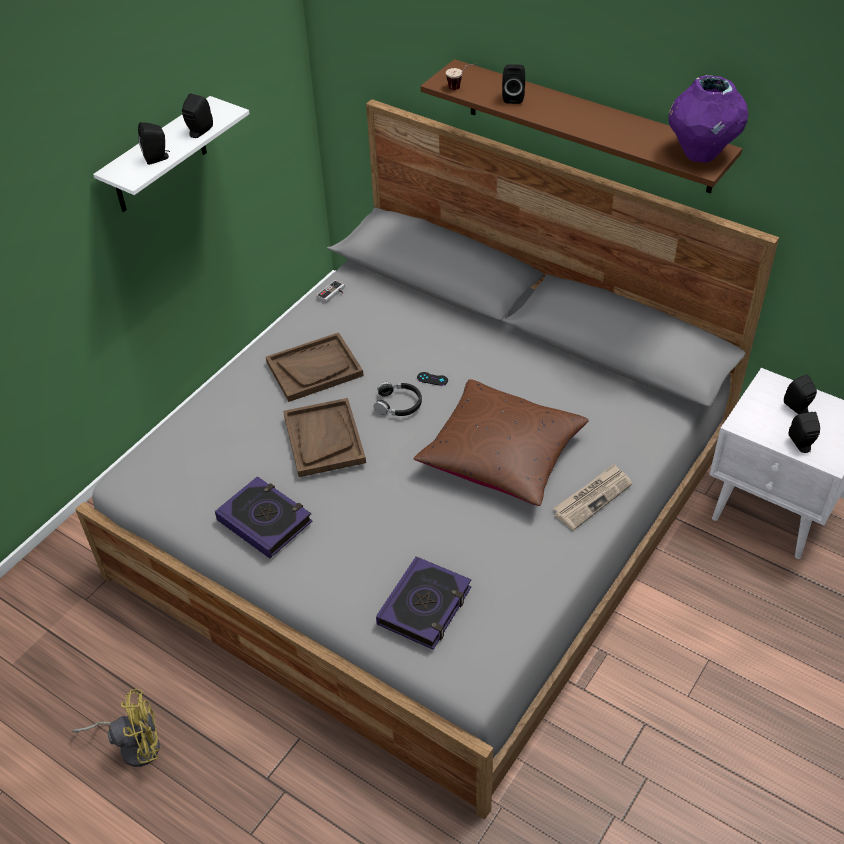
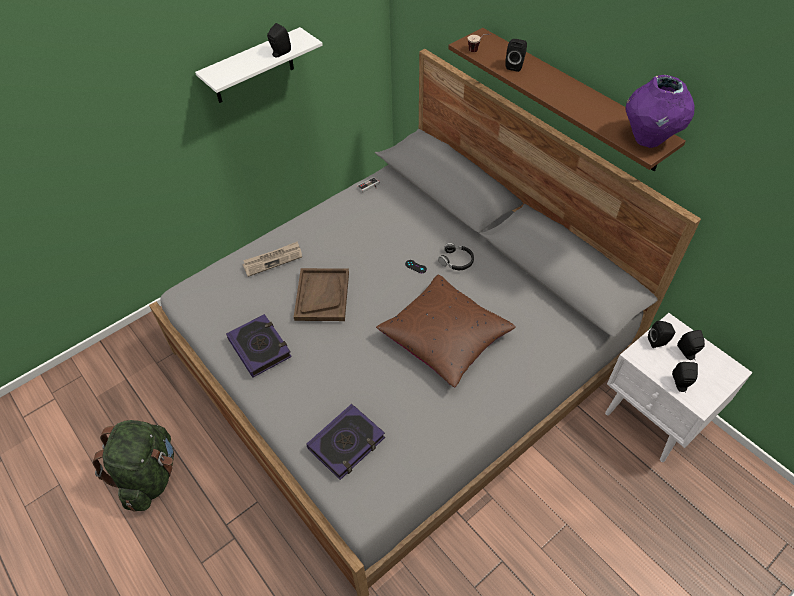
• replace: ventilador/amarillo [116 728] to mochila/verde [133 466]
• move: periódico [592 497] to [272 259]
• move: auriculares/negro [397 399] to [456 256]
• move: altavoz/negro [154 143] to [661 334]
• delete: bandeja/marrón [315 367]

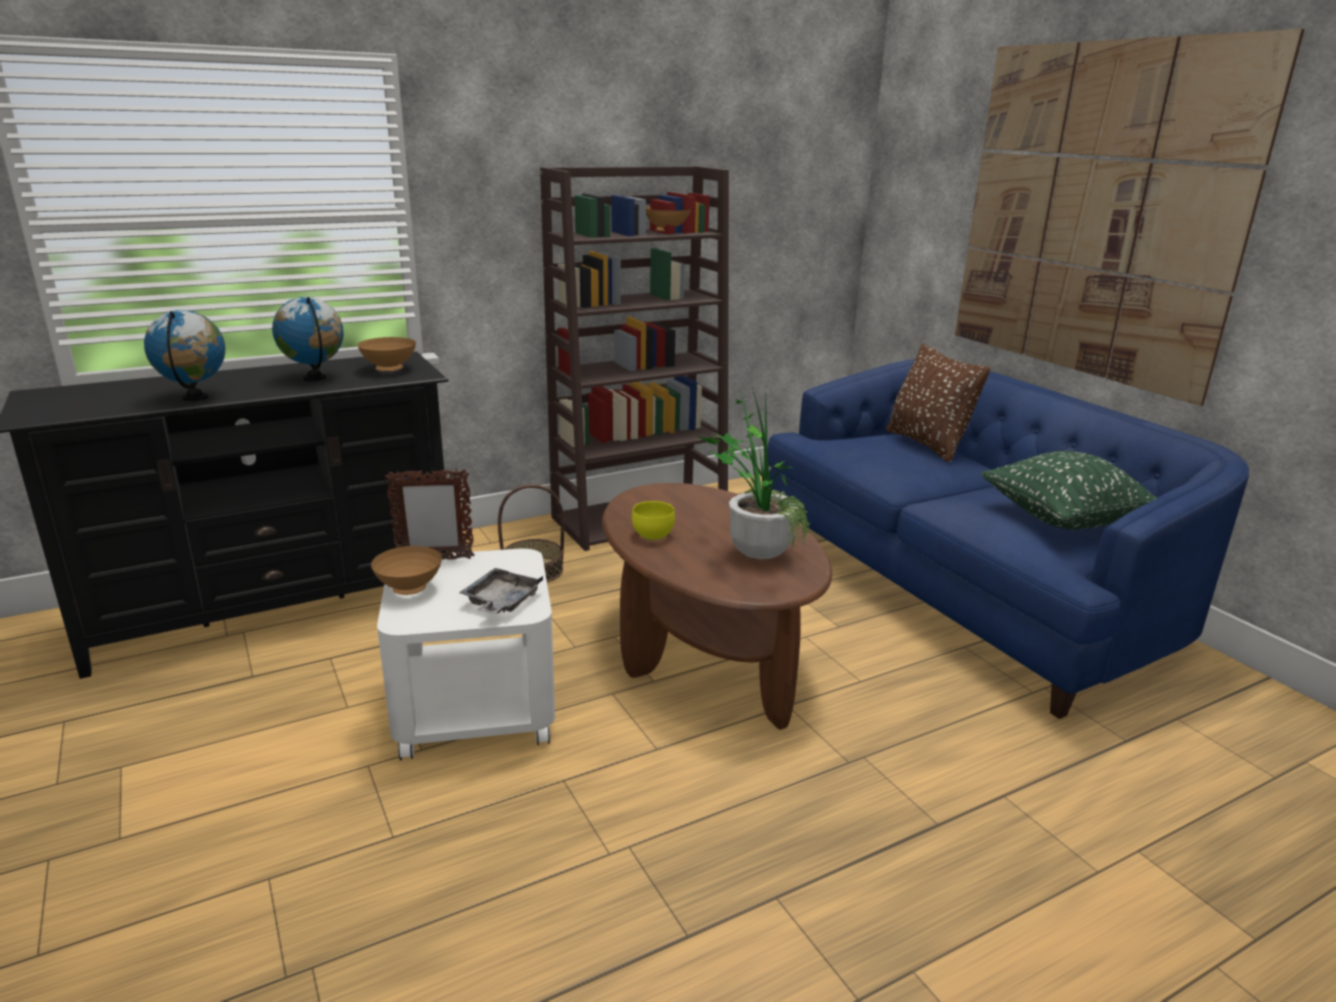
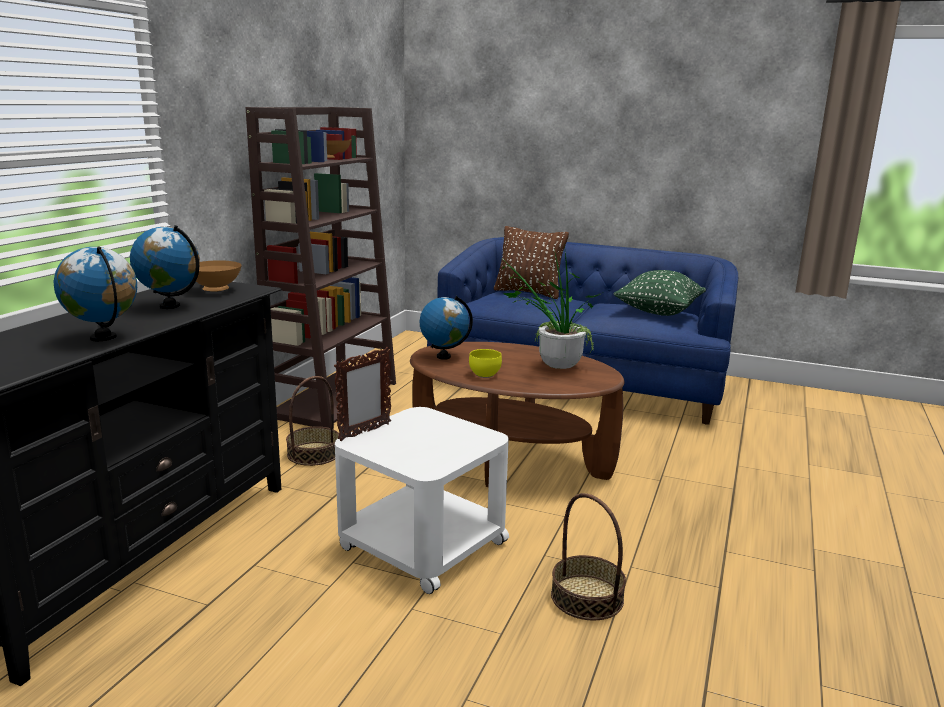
• insert: globo terráqueo [446 328]
• insert: cesta [588 557]
• delete: cuenco/marrón [406 570]
• delete: bandeja/gris [501 591]
• delete: cuadro [1130 217]

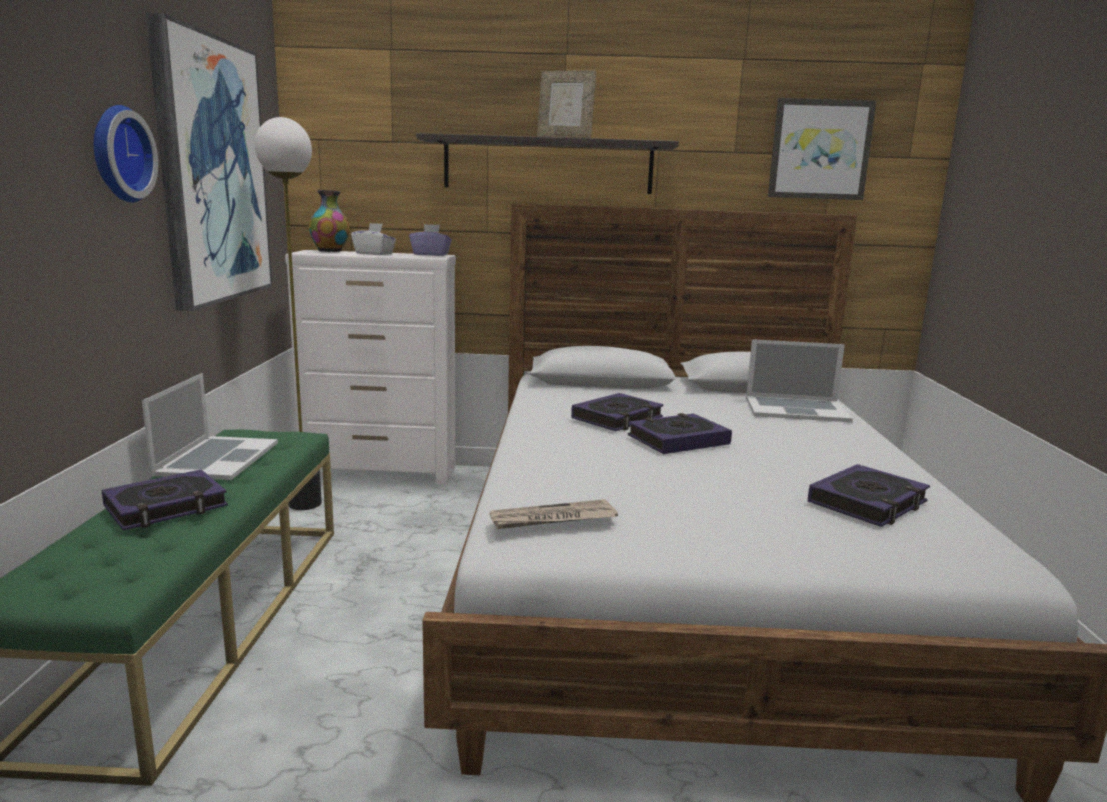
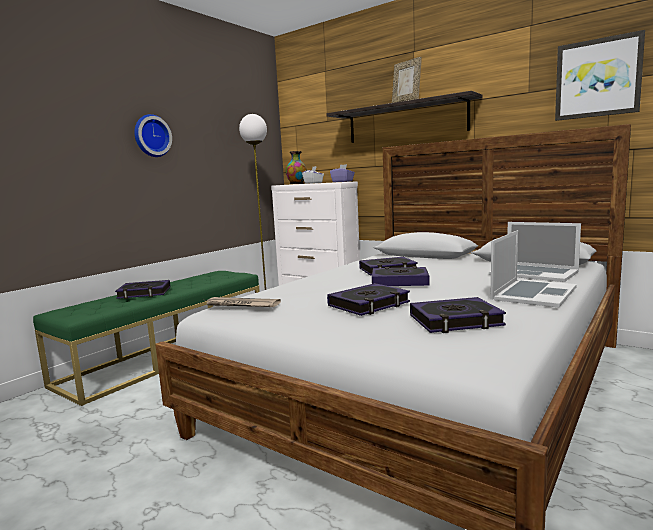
• insert: libro [368 299]
• move: portátil [210 426] to [533 269]
• delete: cuadro [209 162]

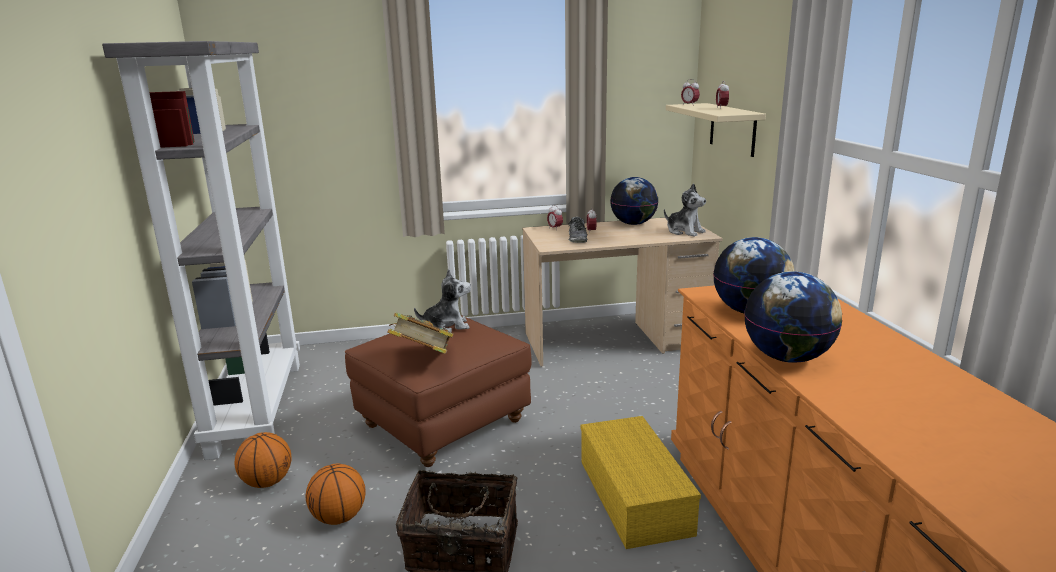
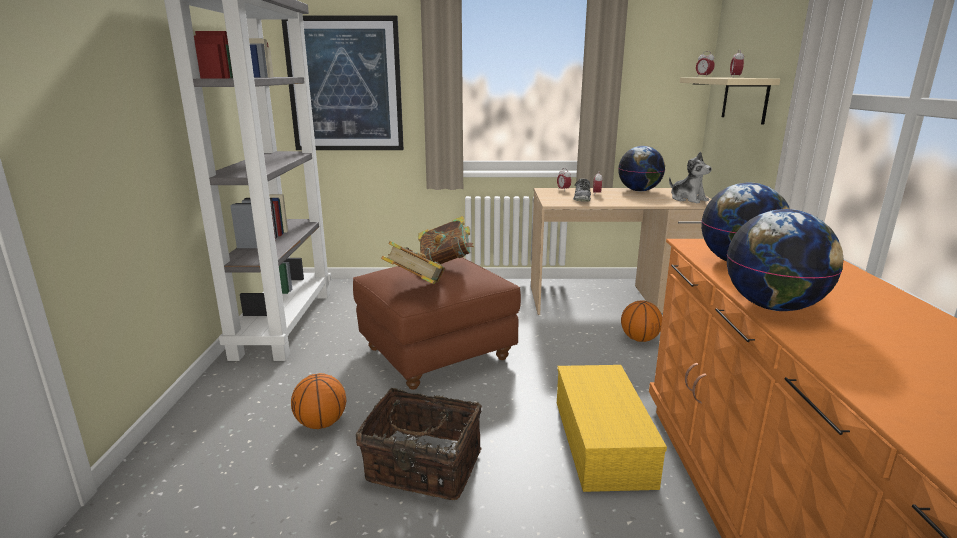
• insert: cuadro [343 83]
• replace: peluche [442 300] to libro [446 240]
• move: balón de baloncesto [263 460] to [641 321]

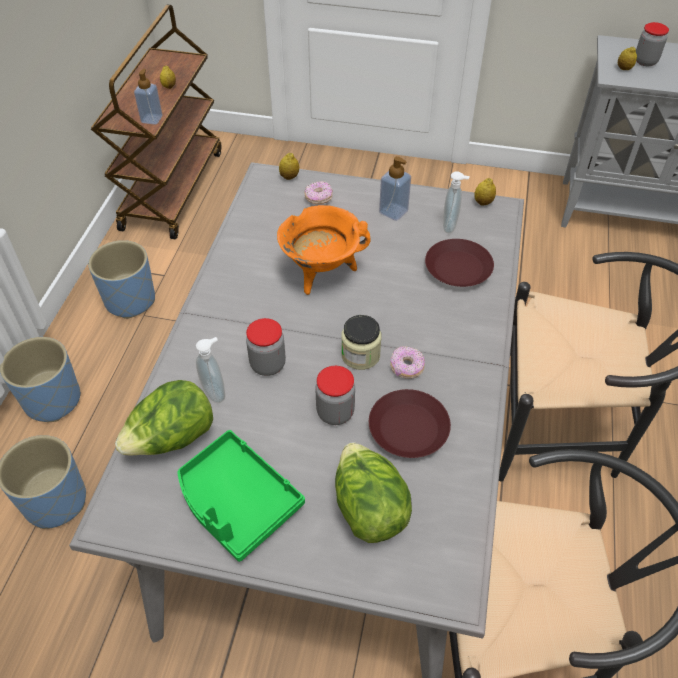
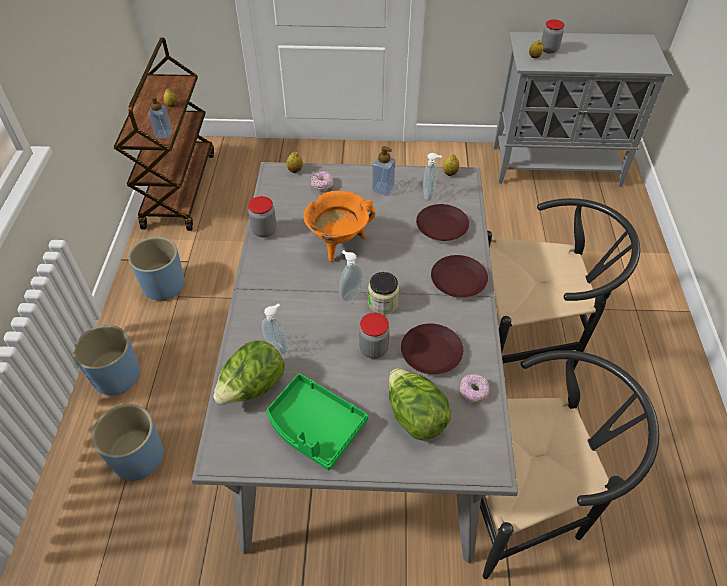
• move: tarro [266 347] to [262 217]
• insert: dispensador de jabón [351 275]
• insert: plato/marrón [459 276]
• move: rosquilla [407 362] to [474 388]

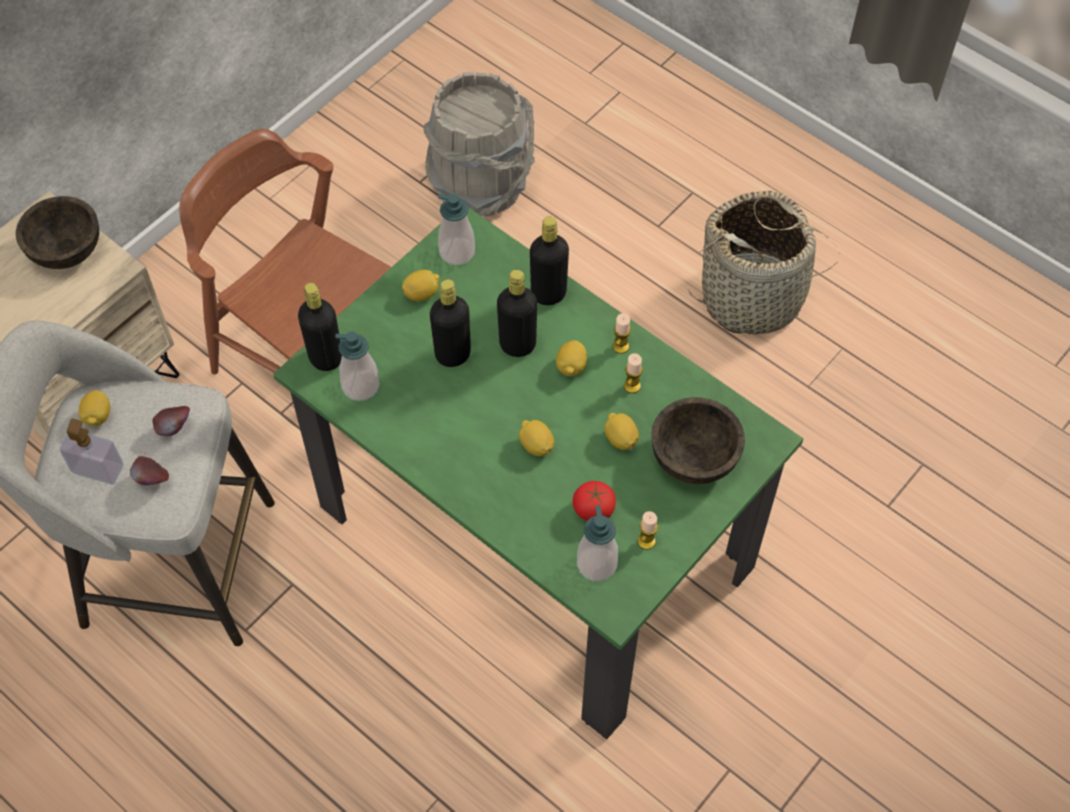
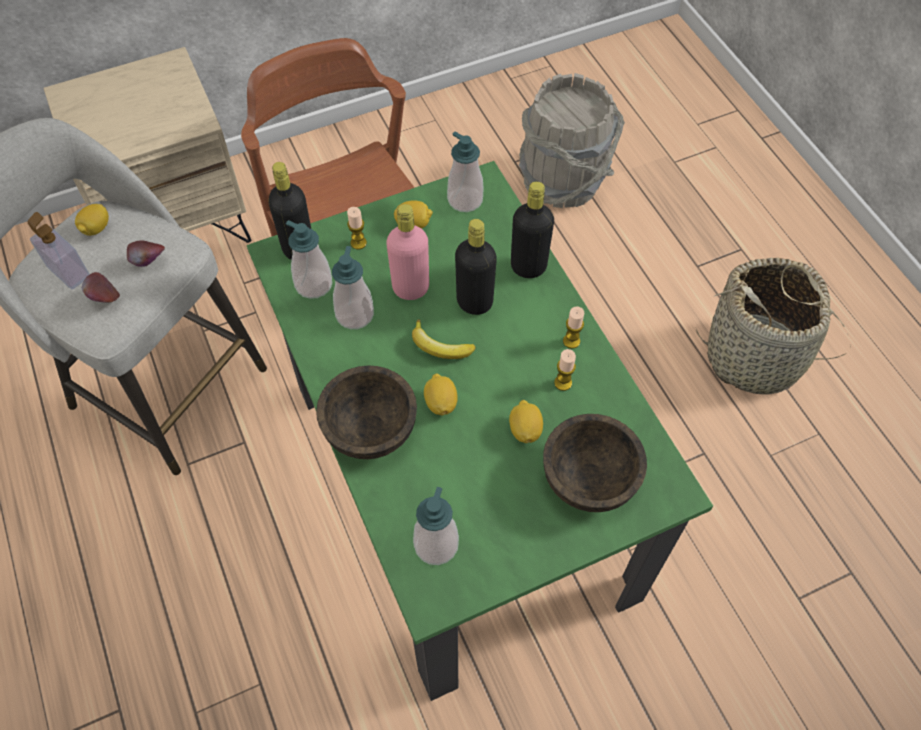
• move: cuenco/marrón [57 232] to [366 412]
• insert: dispensador de jabón [353 287]
• move: vela [648 530] to [357 228]
• recolor: botella/negro [450 323] to botella/rosa [407 252]
• insert: plátano [444 339]
• delete: limón [571 358]
• delete: tomate [594 501]

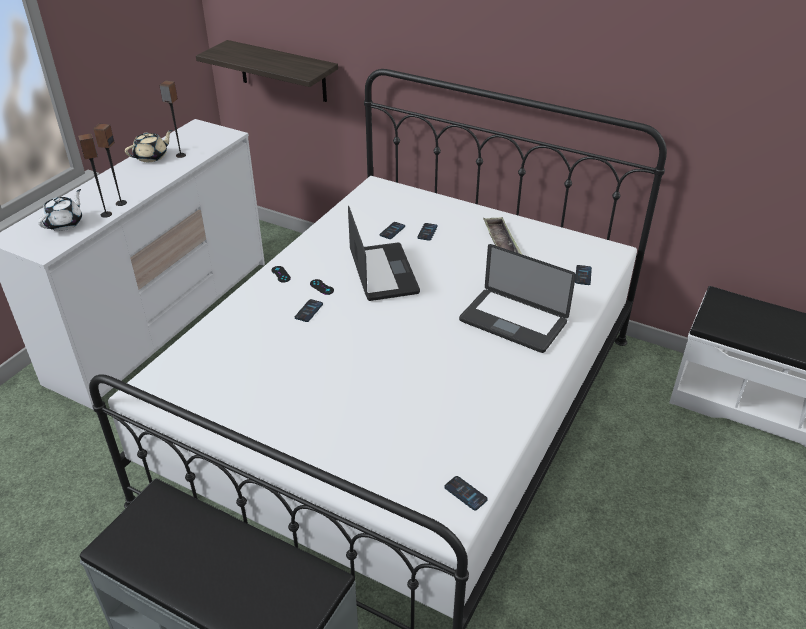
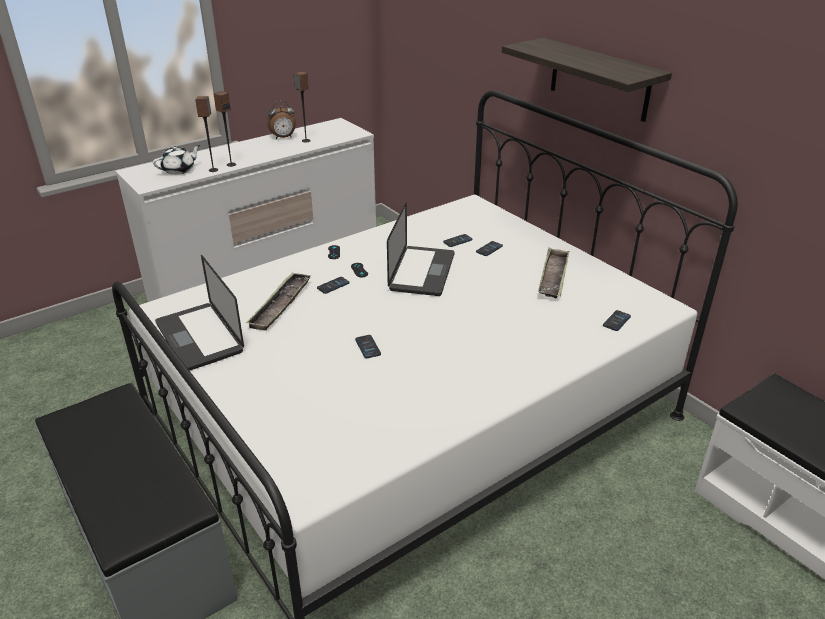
• move: portátil [517 298] to [199 313]
• insert: bandeja [279 301]
• replace: tetera/beis [149 146] to despertador [281 119]
• move: móvil [466 493] to [368 346]
• move: estante [267 71] to [587 80]

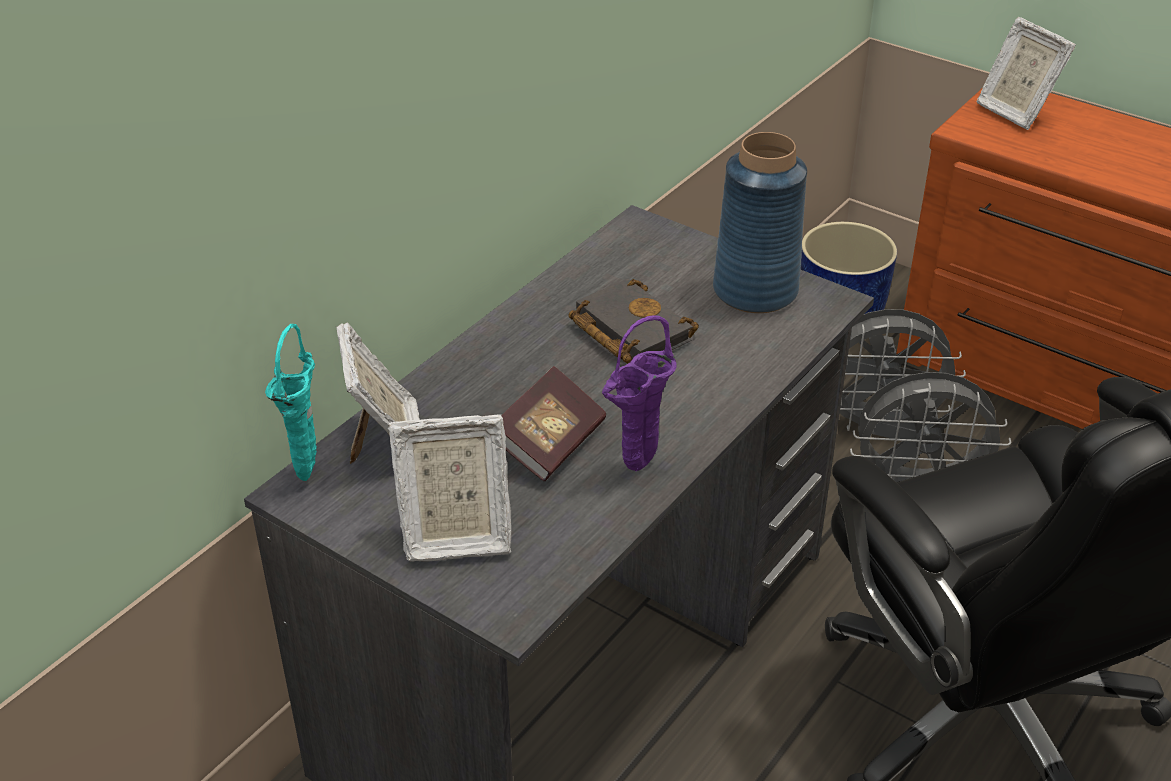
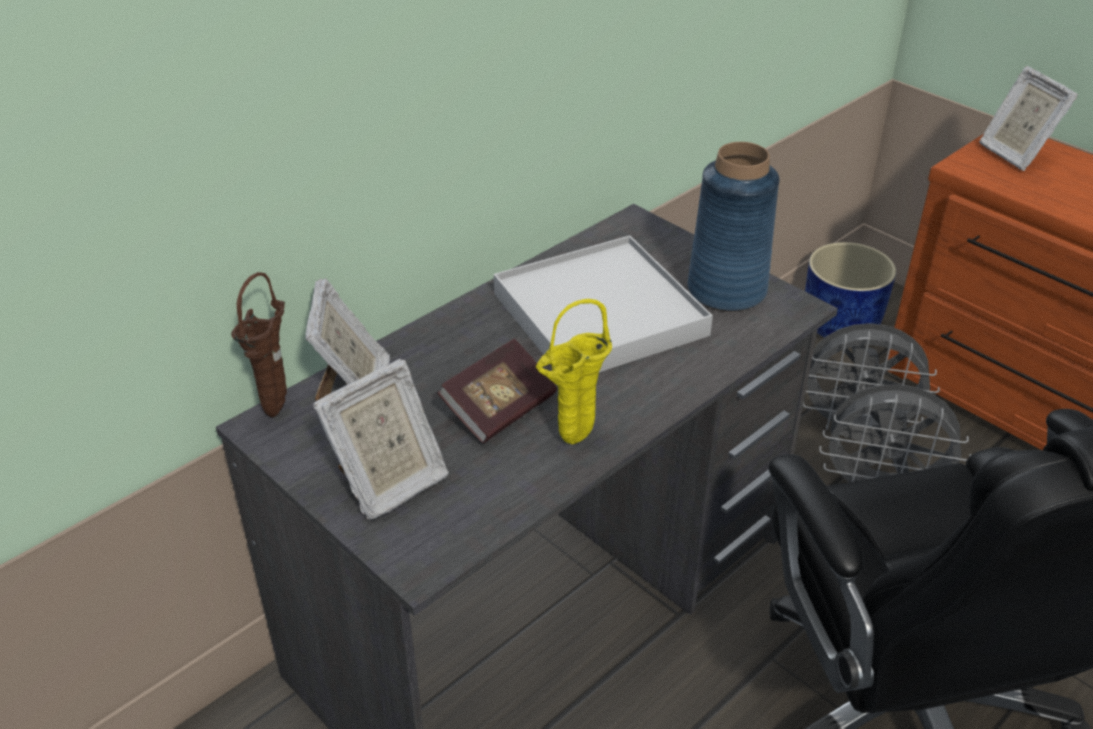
• recolor: florero/turquesa [291 402] to florero/marrón [259 344]
• rotate: portarretratos [449 488] = [381 439] 45 degrees counterclockwise
• replace: libro/negro [633 321] to bandeja/blanco [603 303]
• recolor: florero/morado [639 393] to florero/amarillo [574 372]

